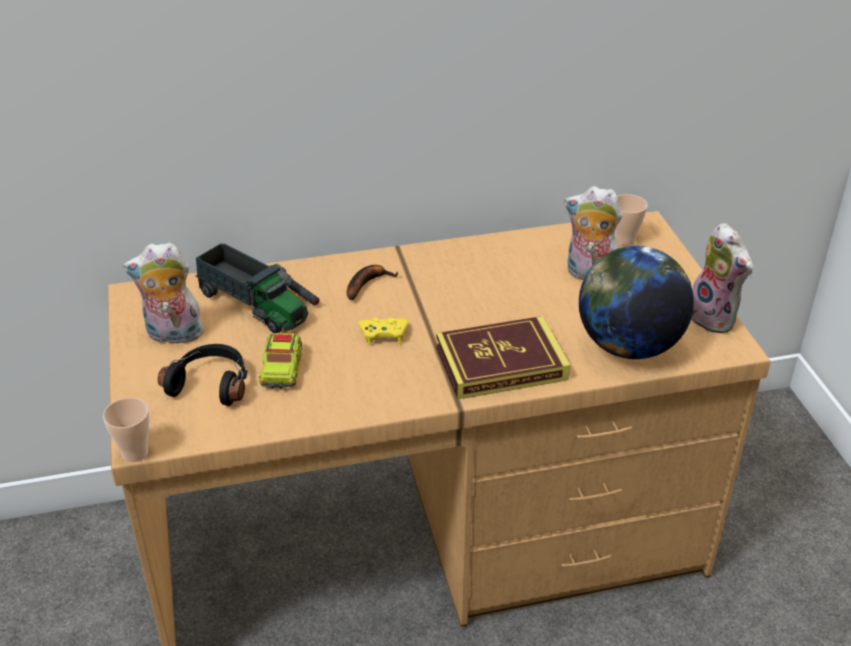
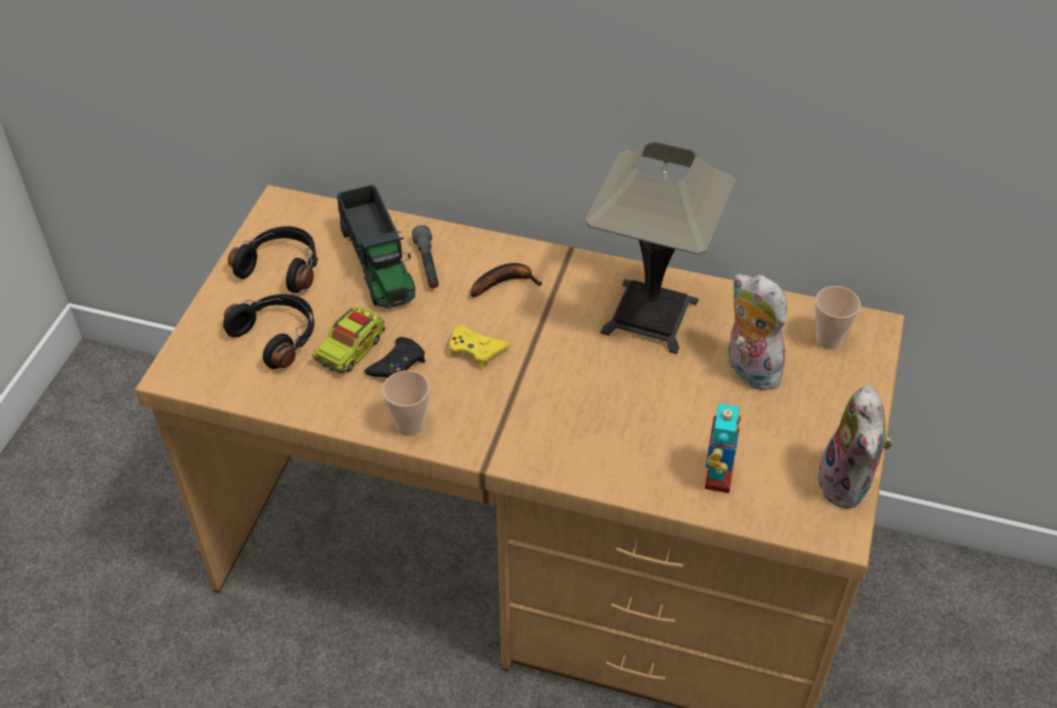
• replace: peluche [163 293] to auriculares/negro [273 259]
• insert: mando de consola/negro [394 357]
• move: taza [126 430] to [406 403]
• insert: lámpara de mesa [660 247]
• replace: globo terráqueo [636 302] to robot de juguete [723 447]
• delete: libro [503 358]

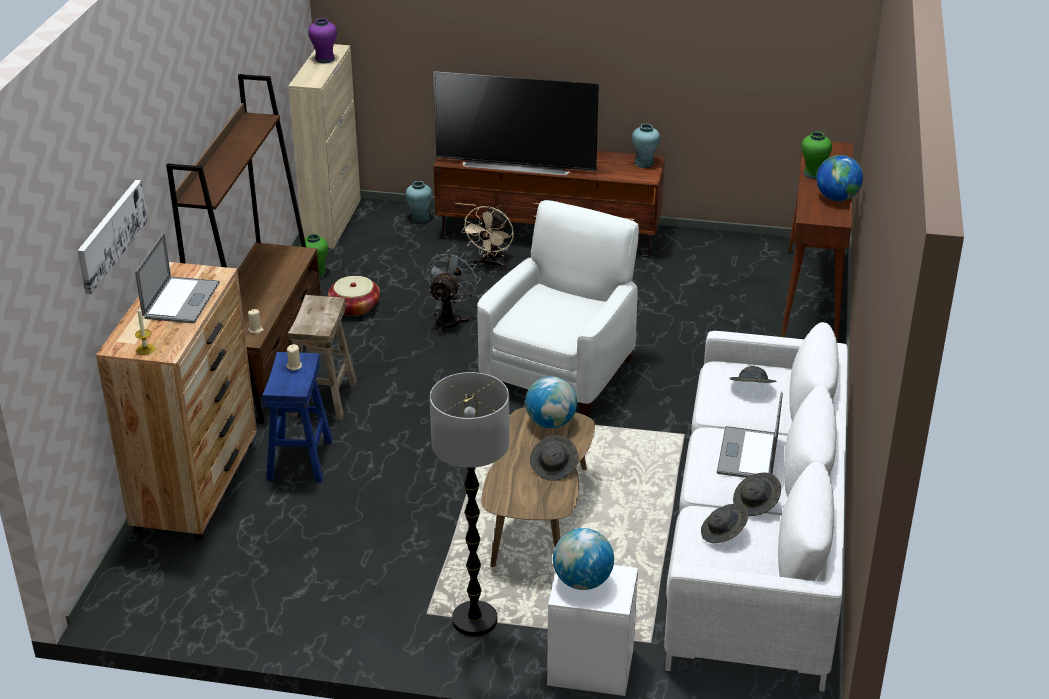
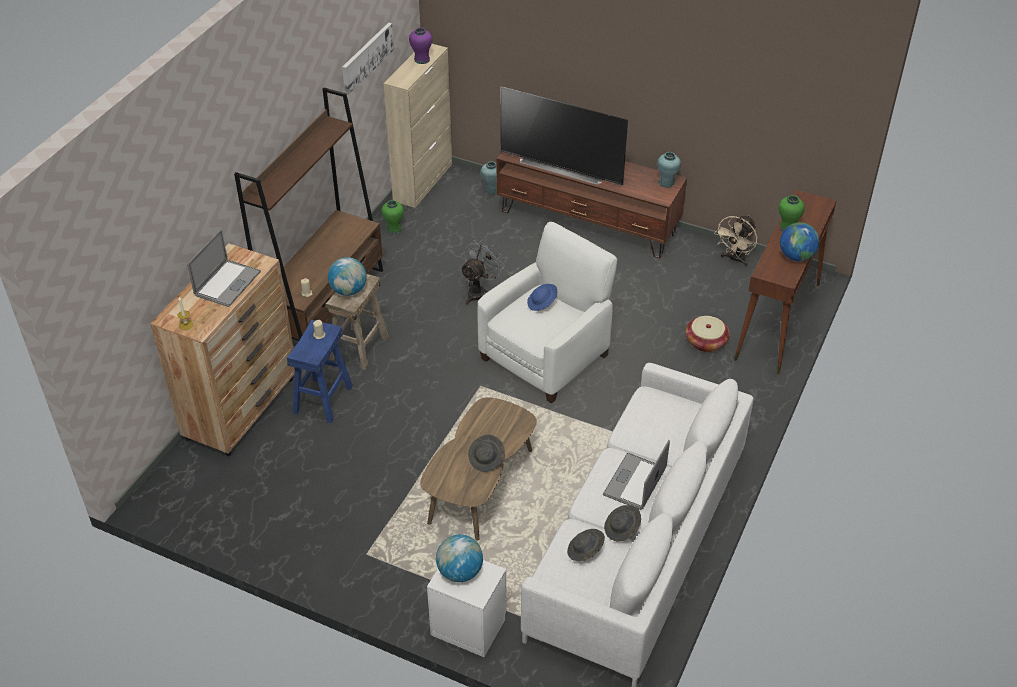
• move: globo terráqueo [551 402] to [347 276]
• move: cuadro [112 237] to [368 59]
• insert: sombrero/azul [542 297]
• move: cesta [354 296] to [708 334]
• move: ventilador/beis [487 237] to [735 241]
• delete: lámpara de pie [470 504]
• delete: sombrero/gris [753 374]

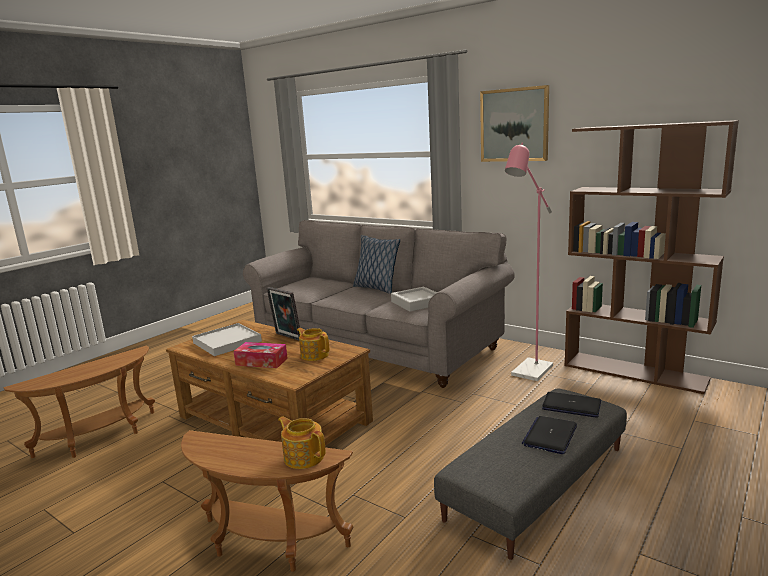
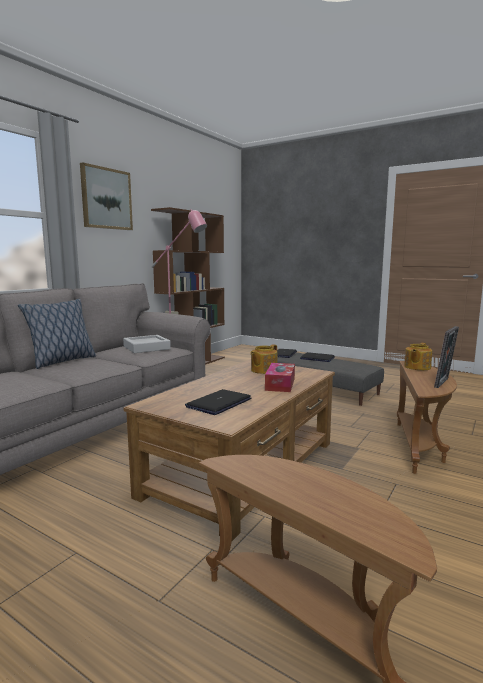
• replace: bandeja/blanco [227 339] to portátil [218 402]
• move: portarretratos [283 314] to [446 357]

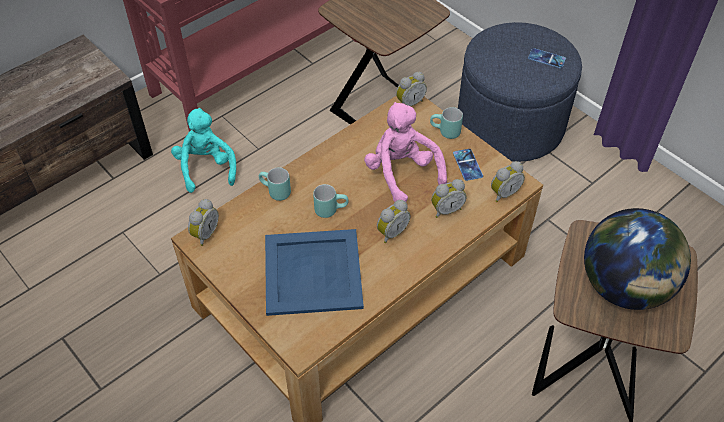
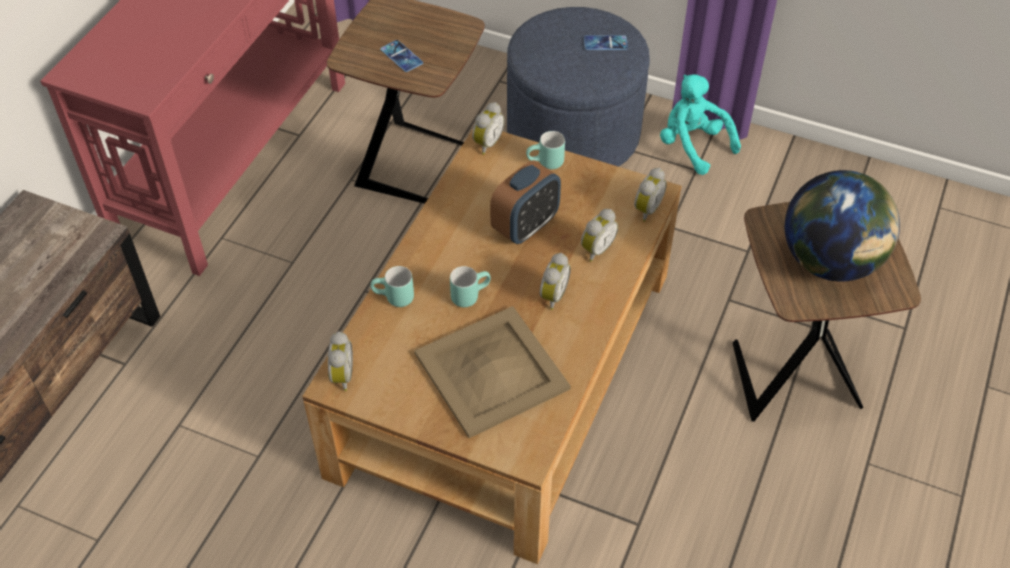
• move: móvil [468 165] to [401 56]
• recolor: bandeja/azul [314 272] to bandeja/beis [492 372]
• replace: peluche/rosa [405 152] to despertador [525 202]
• move: peluche/turquesa [203 150] to [700 124]

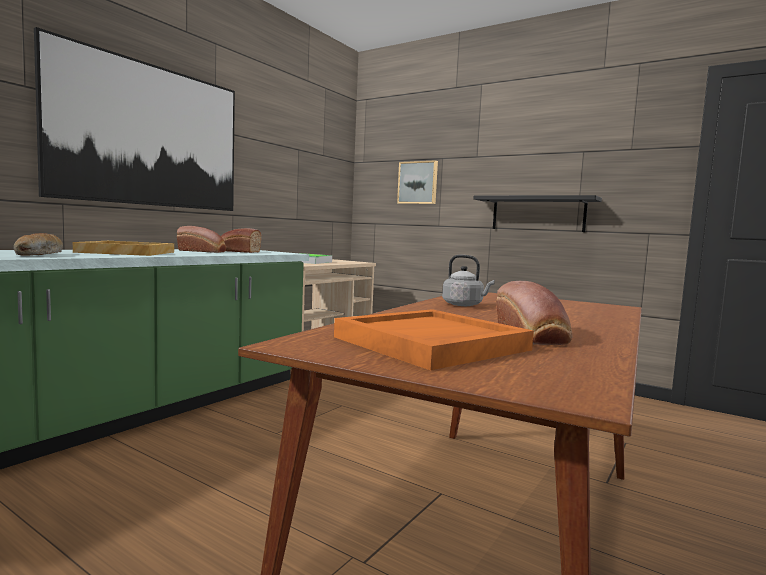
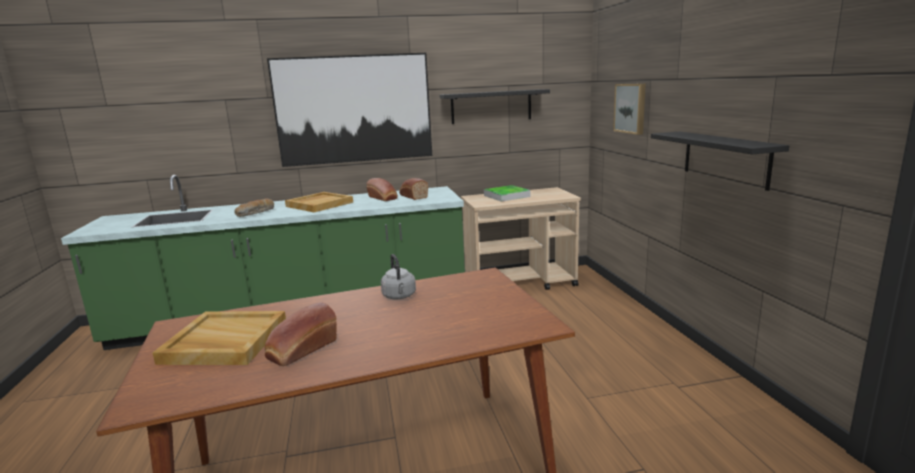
• recolor: bandeja/naranja [434 339] to bandeja/beis [219 338]
• insert: estante/negro [495 106]

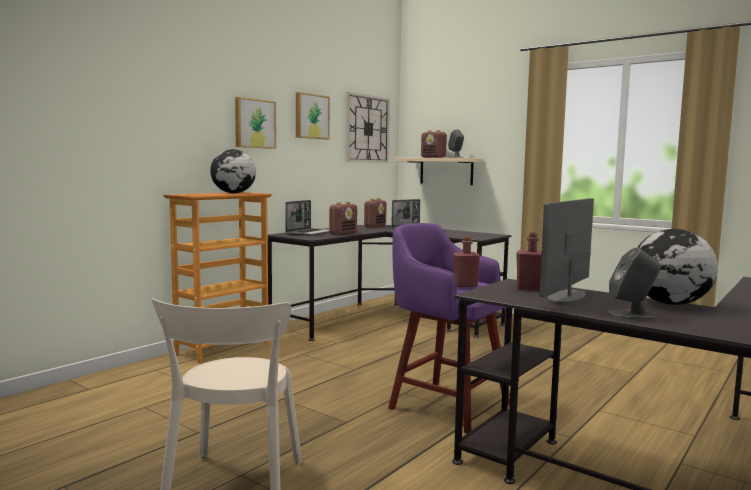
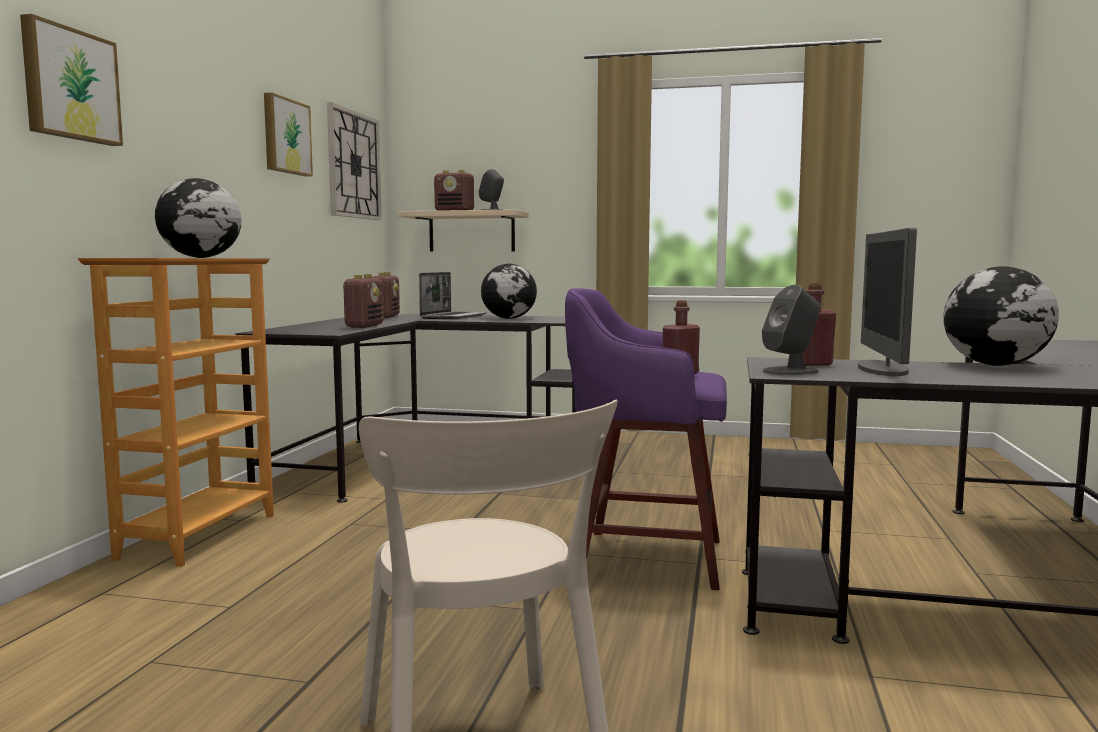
• move: cuadro [255 123] to [71 80]
• insert: globo terráqueo [509 291]
• move: altavoz/gris [634 283] to [791 330]
• delete: portátil [308 218]

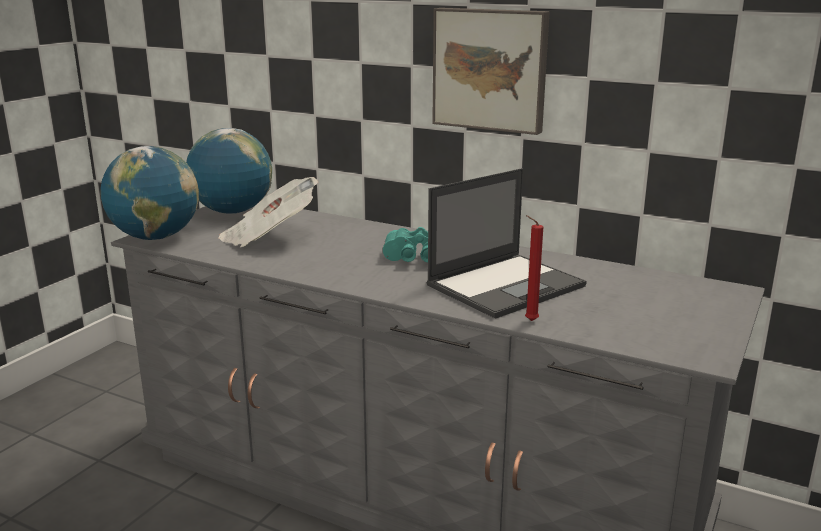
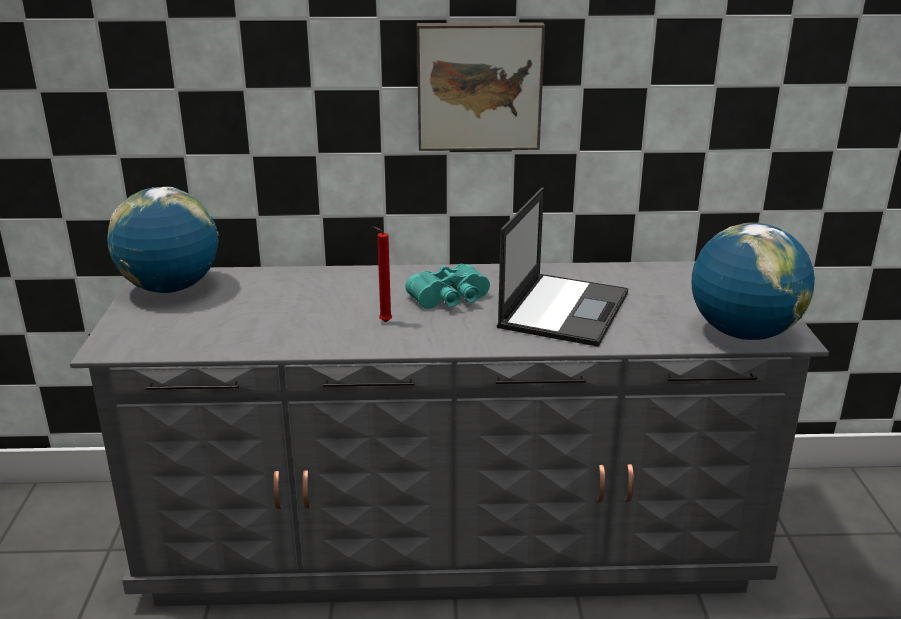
• move: vela/rojo [534 268] to [382 274]
• move: globo terráqueo [149 193] to [753 281]
• delete: periódico [269 212]

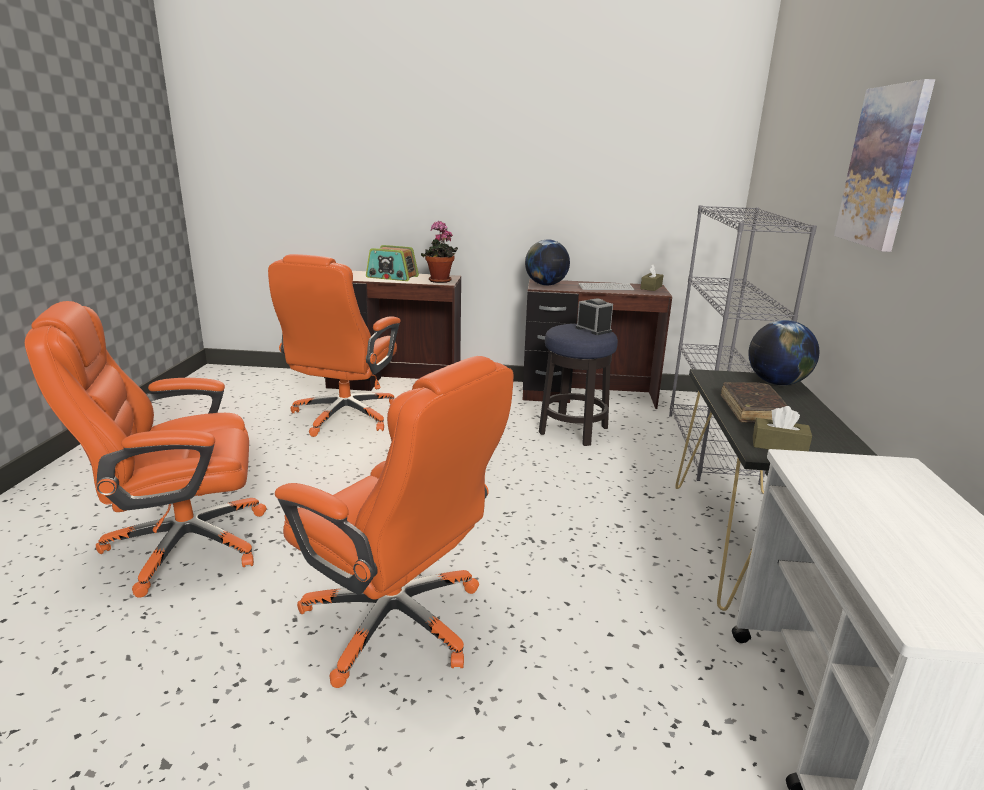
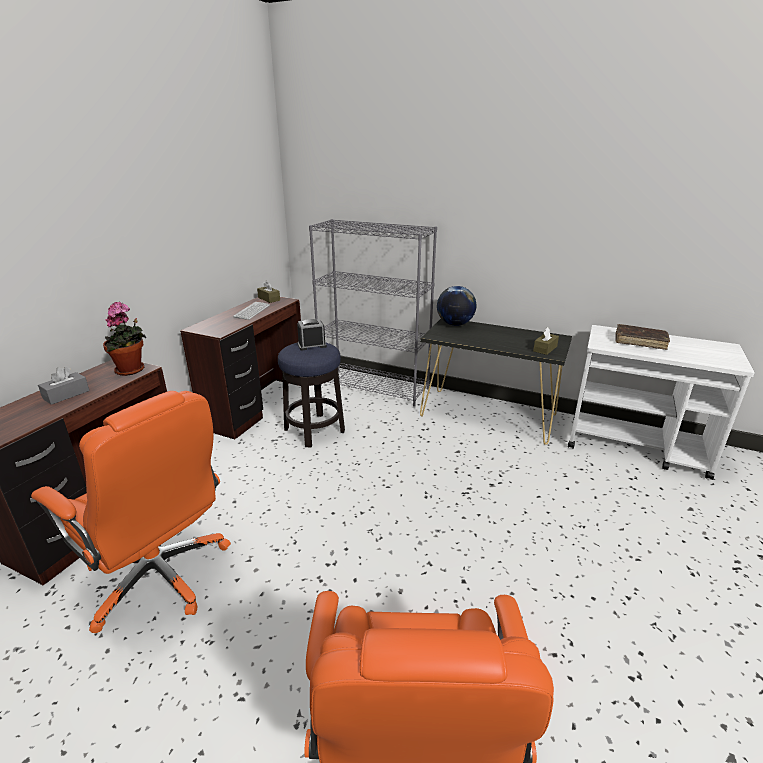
• replace: radio [392 263] to caja de pañuelos/gris [64 386]
• move: libro/marrón [754 402] to [642 337]
• delete: silla de oficina/naranja [394 522]
• delete: globo terráqueo [547 262]
• delete: cuadro [884 165]

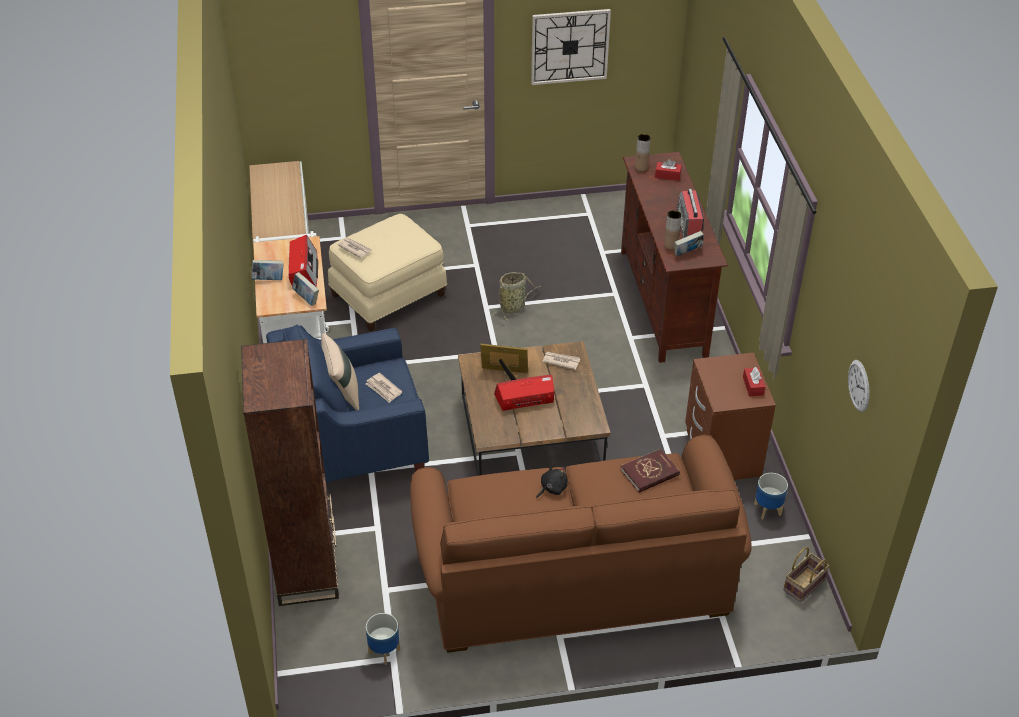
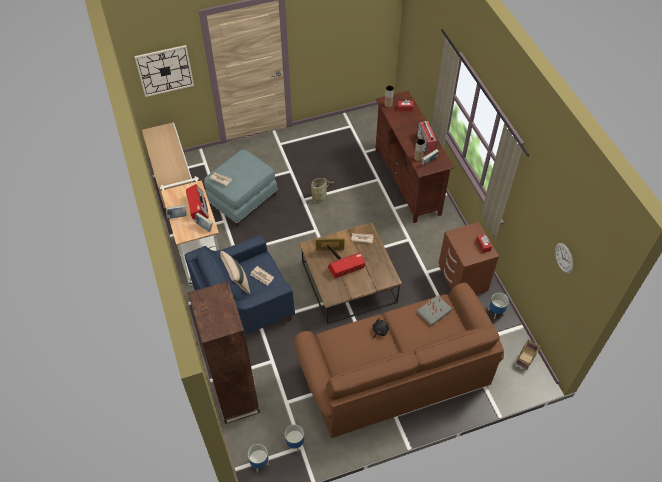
• move: reloj de pared [571 47] to [164 71]
• recolor: puf/beis [387 273] to puf/azul [241 188]
• insert: maceta [258 458]
• recolor: libro/rojo [650 471] to libro/gris [434 310]

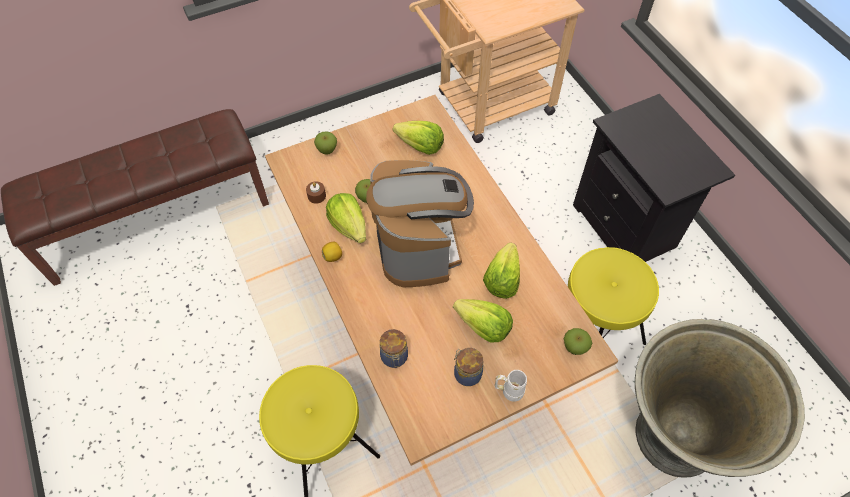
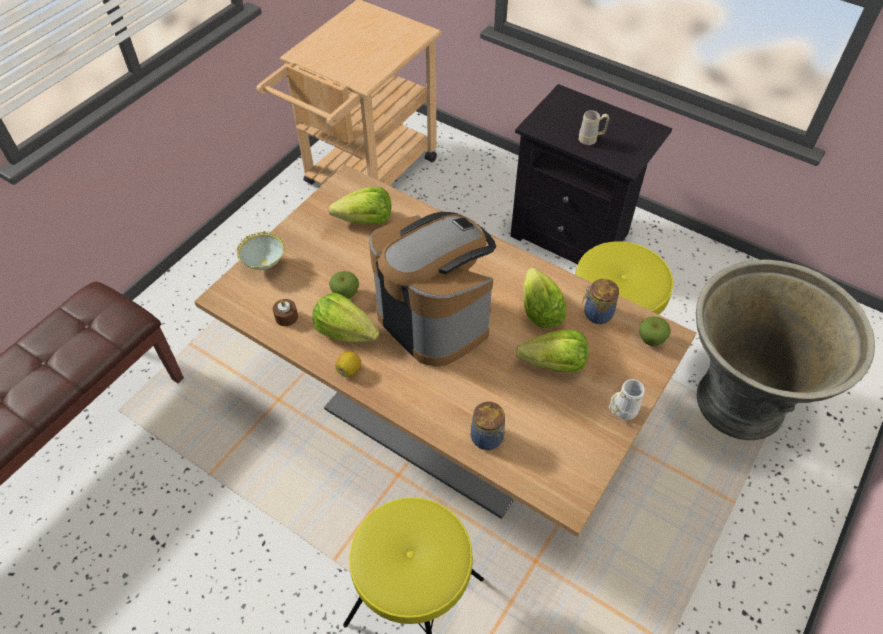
• replace: manzana [325 143] to cuenco [261 250]
• insert: taza grande/beis [594 127]
• move: tarro [468 367] to [600 301]

